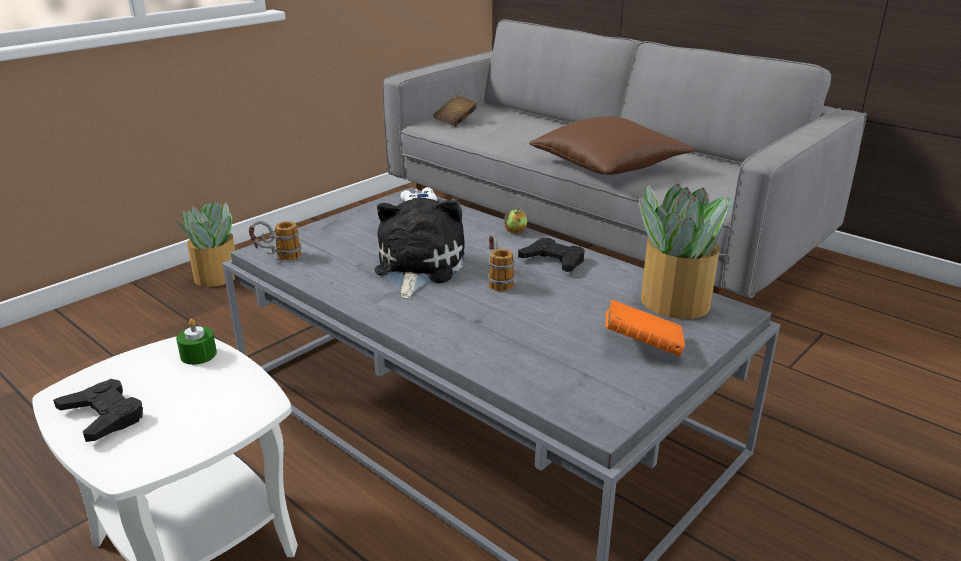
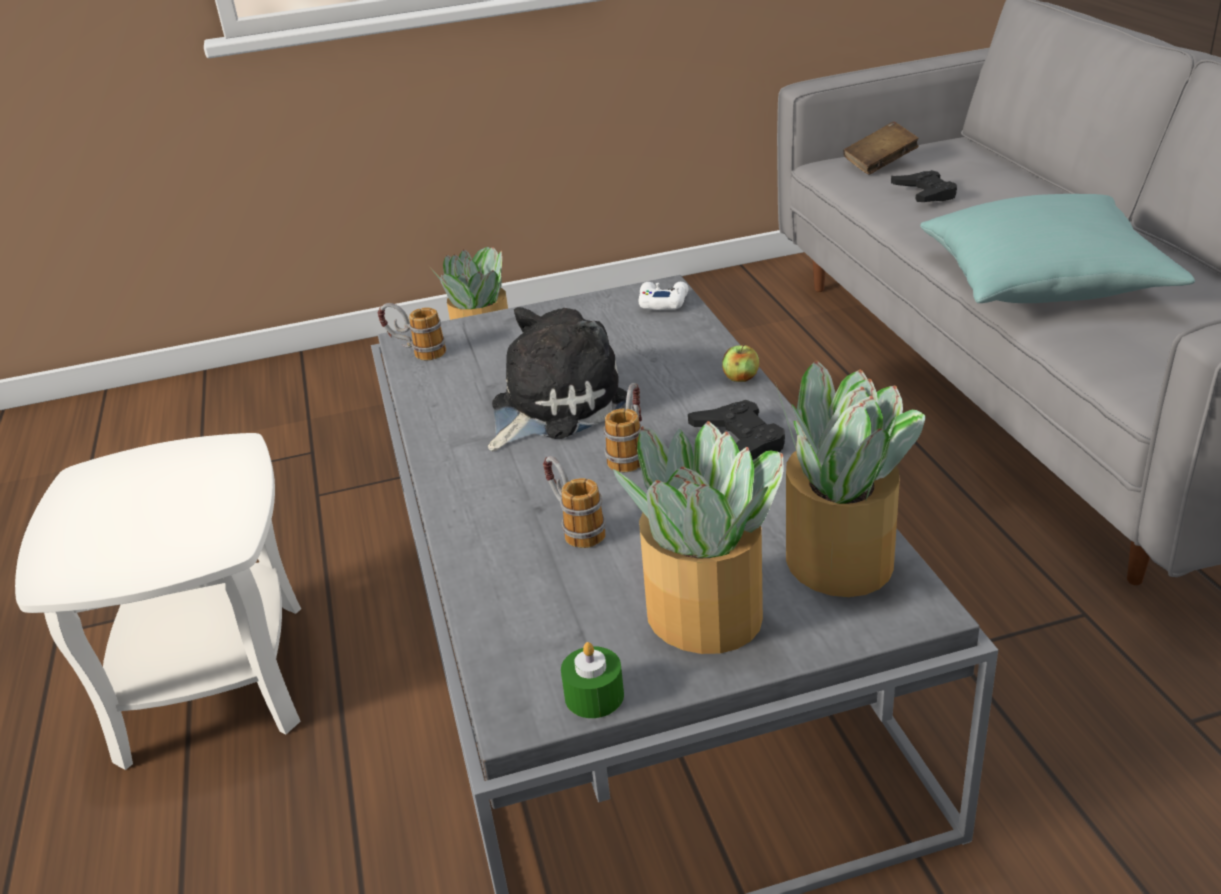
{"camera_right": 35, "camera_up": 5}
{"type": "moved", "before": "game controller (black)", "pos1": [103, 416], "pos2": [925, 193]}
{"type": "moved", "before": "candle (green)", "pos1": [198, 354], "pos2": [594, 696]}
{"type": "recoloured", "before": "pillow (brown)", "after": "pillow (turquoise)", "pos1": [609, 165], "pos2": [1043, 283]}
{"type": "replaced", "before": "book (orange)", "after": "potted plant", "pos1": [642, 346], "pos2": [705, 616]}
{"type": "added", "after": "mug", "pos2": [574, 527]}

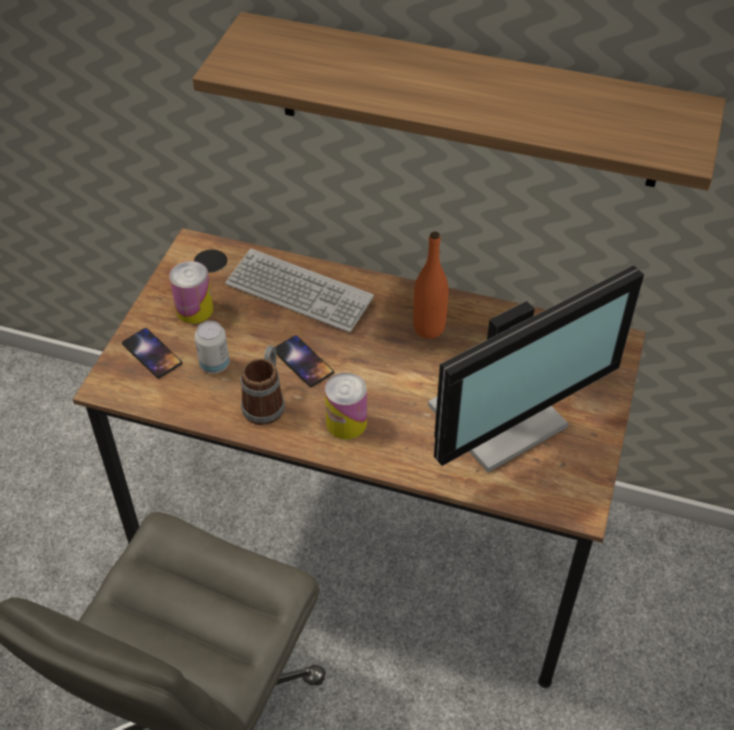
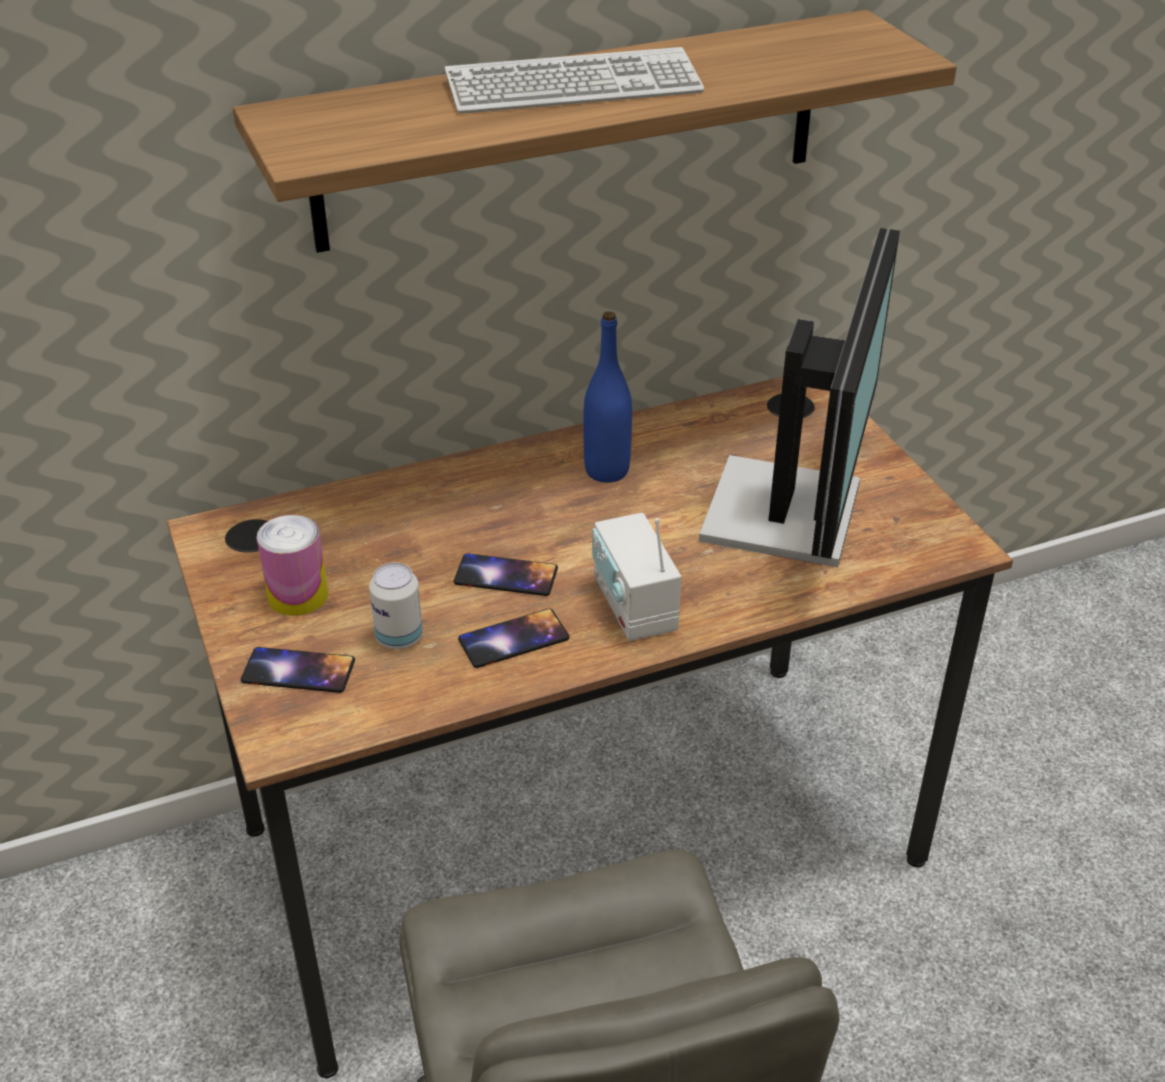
{"camera_right": -40, "camera_up": -10}
{"type": "moved", "before": "keyboard", "pos1": [299, 292], "pos2": [573, 86]}
{"type": "replaced", "before": "mug", "after": "phone", "pos1": [266, 401], "pos2": [513, 639]}
{"type": "replaced", "before": "can", "after": "radio", "pos1": [346, 423], "pos2": [633, 607]}
{"type": "recoloured", "before": "bottle (orange)", "after": "bottle (blue)", "pos1": [429, 328], "pos2": [607, 471]}

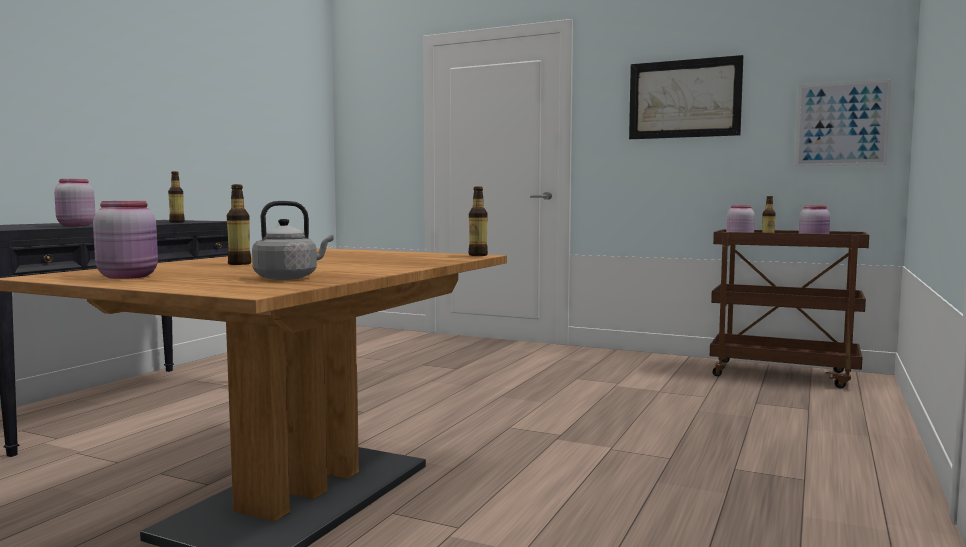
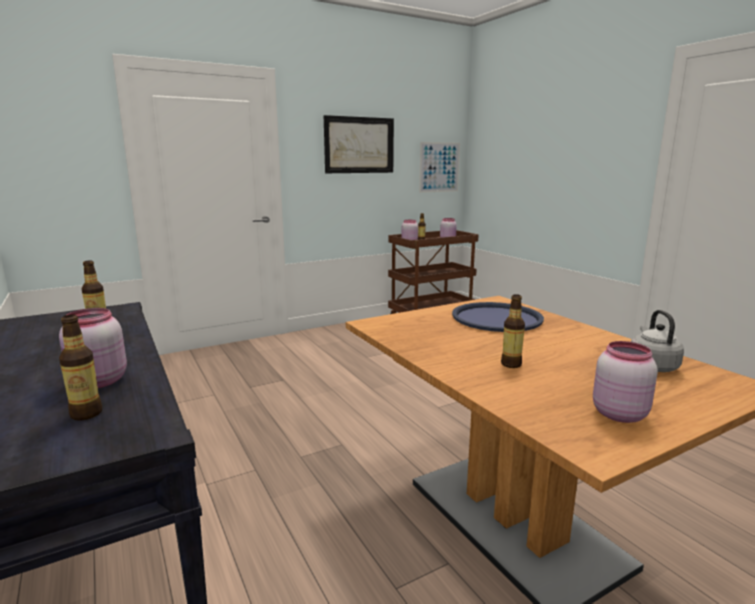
{"camera_right": -55, "camera_up": 10}
{"type": "moved", "before": "bottle", "pos1": [478, 255], "pos2": [86, 414]}
{"type": "added", "after": "tray (blue)", "pos2": [497, 318]}

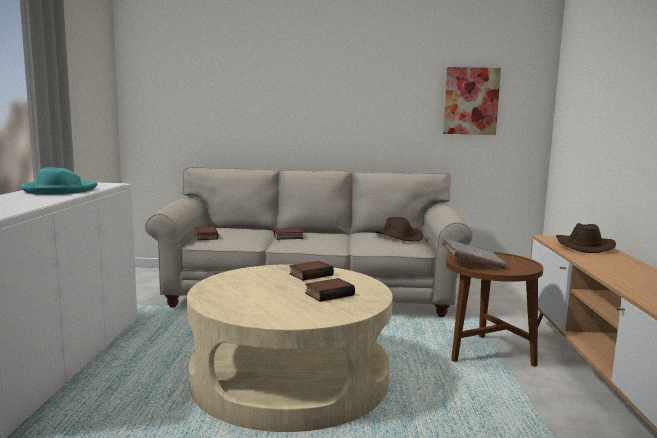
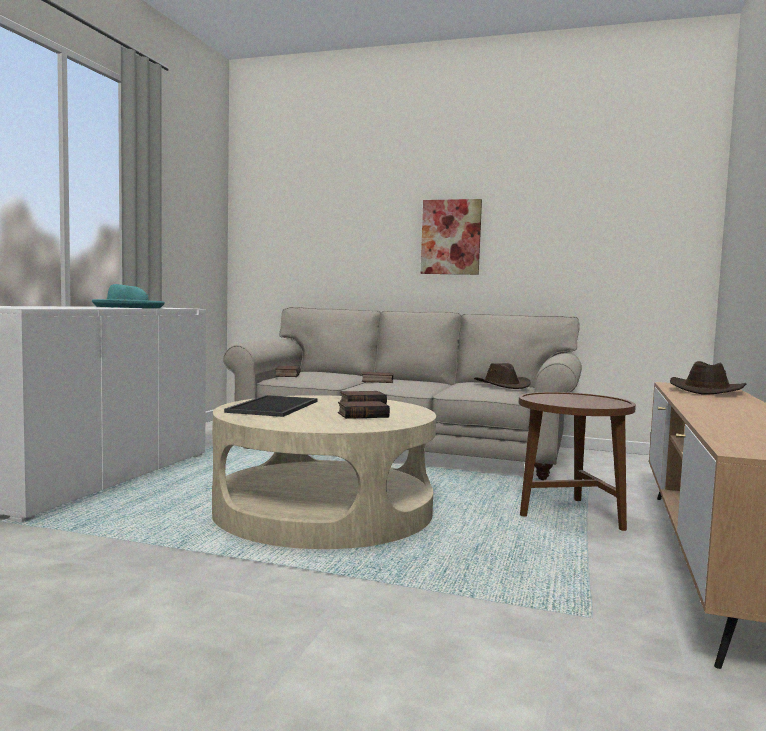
{"camera_right": 15, "camera_up": -5}
{"type": "removed", "before": "book (grey)", "pos1": [472, 264]}
{"type": "moved", "before": "picture", "pos1": [471, 101], "pos2": [451, 237]}
{"type": "added", "after": "tray", "pos2": [274, 407]}

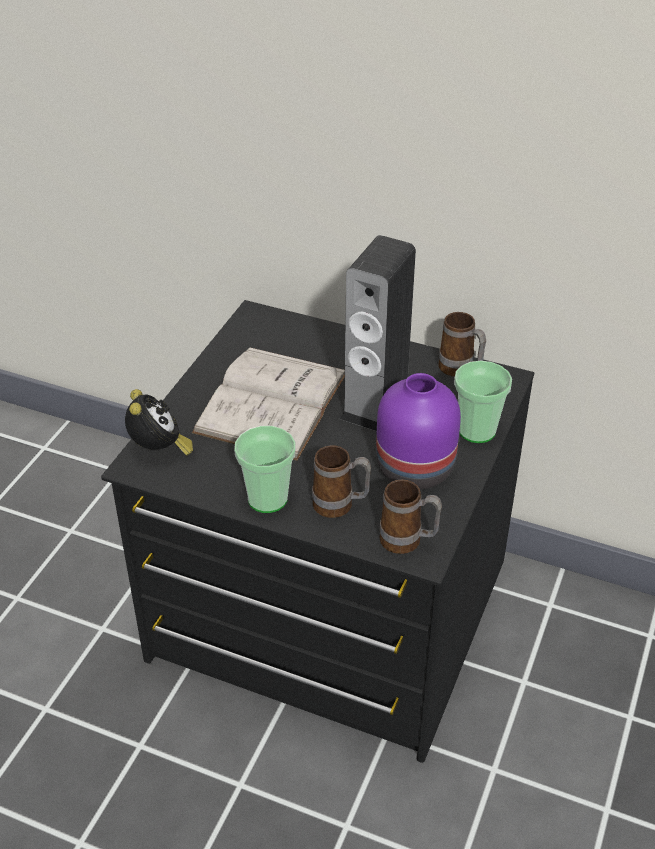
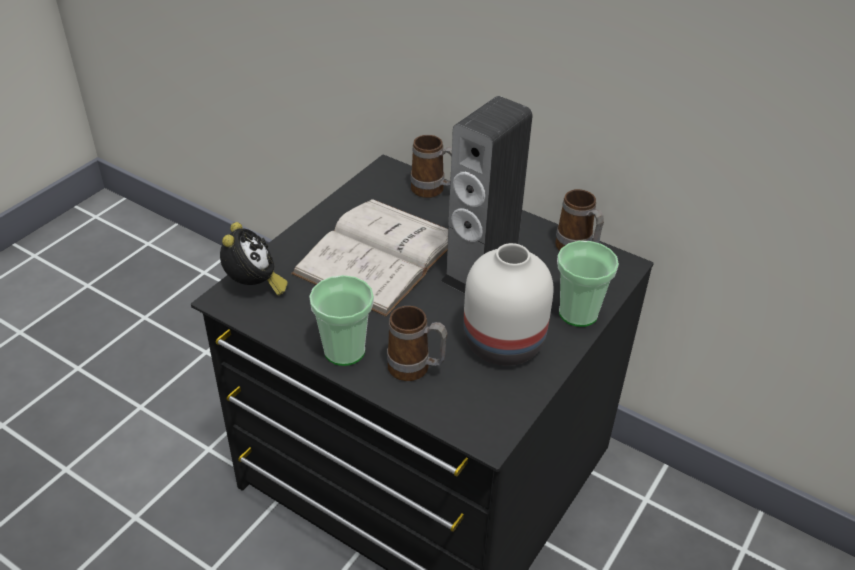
{"camera_right": 10, "camera_up": 0}
{"type": "recoloured", "before": "vase (purple)", "after": "vase (white)", "pos1": [417, 469], "pos2": [505, 344]}
{"type": "moved", "before": "mug", "pos1": [408, 542], "pos2": [433, 191]}

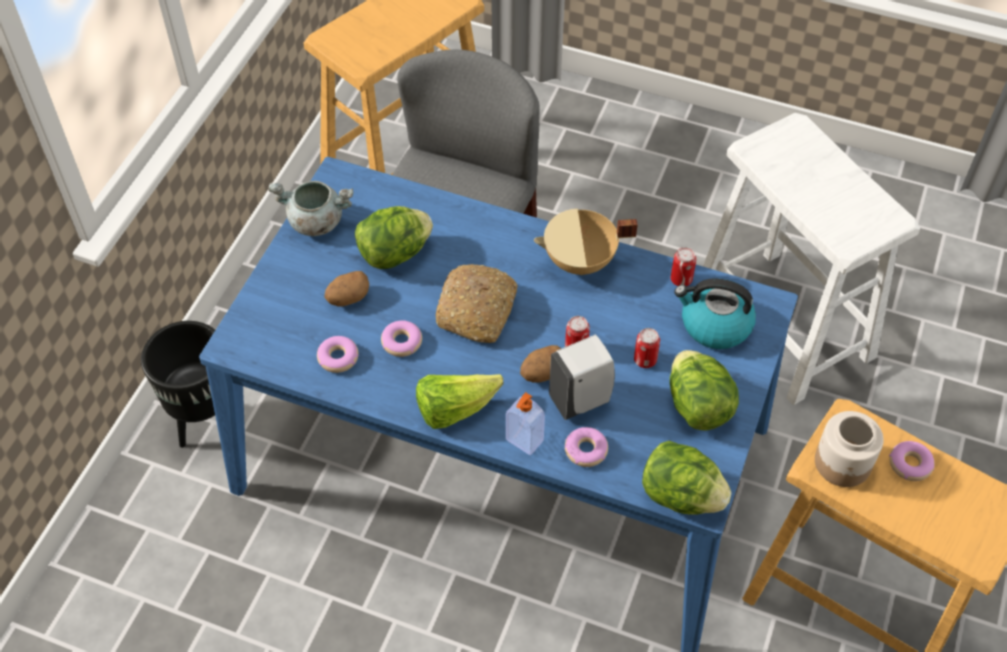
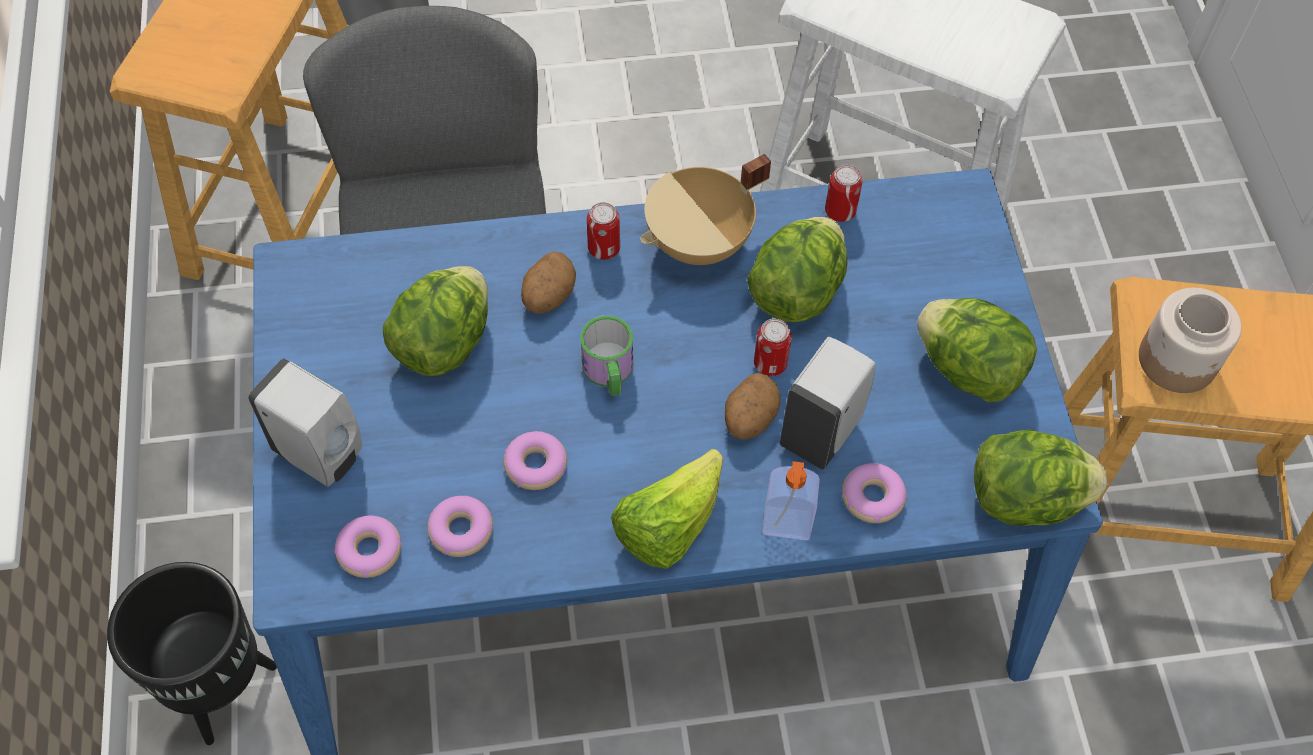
{"camera_right": -30, "camera_up": 5}
{"type": "removed", "before": "cooking pot (grey)", "pos1": [315, 222]}
{"type": "moved", "before": "potato", "pos1": [348, 298], "pos2": [548, 296]}
{"type": "replaced", "before": "bread", "after": "mug", "pos1": [477, 311], "pos2": [609, 373]}
{"type": "moved", "before": "can", "pos1": [645, 360], "pos2": [604, 248]}
{"type": "removed", "before": "kettle", "pos1": [714, 325]}
{"type": "moved", "before": "donut", "pos1": [910, 464], "pos2": [369, 550]}
{"type": "added", "after": "soap dispenser (white)", "pos2": [322, 456]}
{"type": "added", "after": "lettuce", "pos2": [796, 292]}

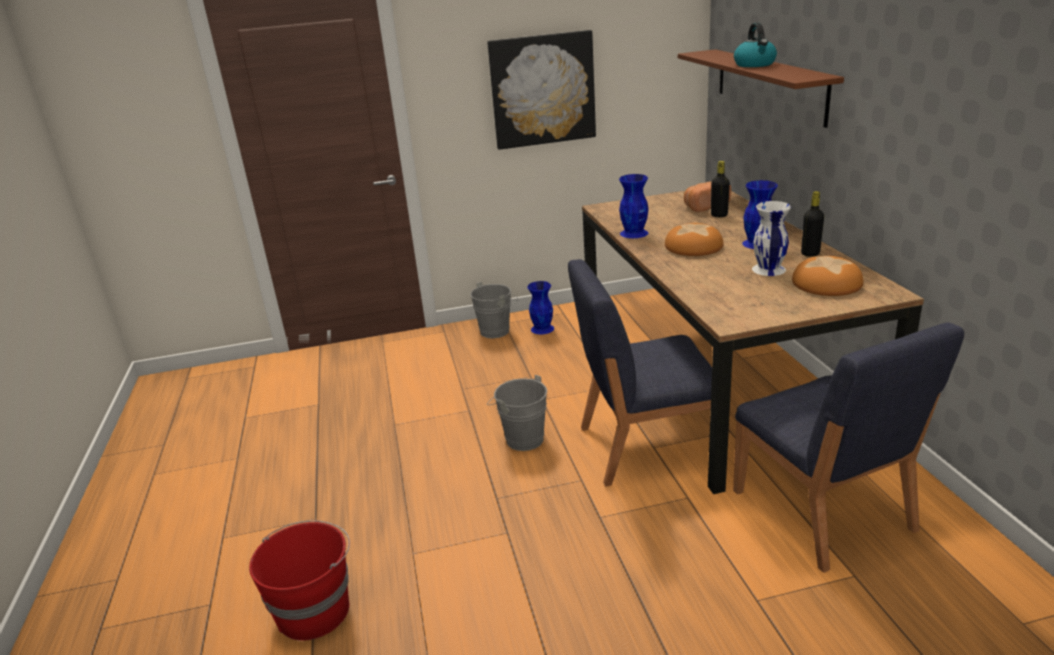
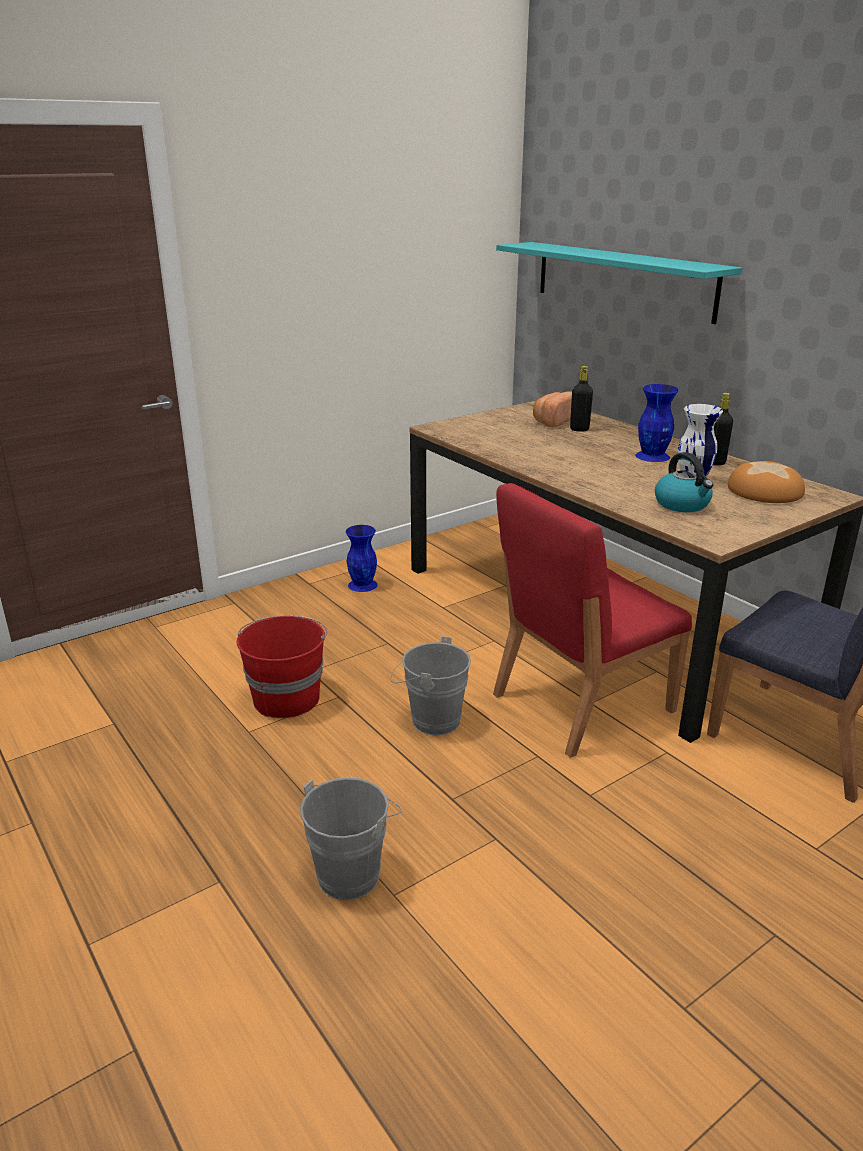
{"camera_right": -25, "camera_up": 0}
{"type": "moved", "before": "bucket (red)", "pos1": [315, 610], "pos2": [286, 698]}
{"type": "moved", "before": "bucket (grey)", "pos1": [497, 330], "pos2": [353, 871]}
{"type": "removed", "before": "picture", "pos1": [542, 90]}
{"type": "recoloured", "before": "chair (blue)", "after": "chair (red)", "pos1": [645, 446], "pos2": [580, 703]}
{"type": "removed", "before": "vase (blue)", "pos1": [634, 233]}
{"type": "removed", "before": "bread", "pos1": [694, 247]}
{"type": "recoloured", "before": "shelf (brown)", "after": "shelf (turquoise)", "pos1": [769, 85], "pos2": [622, 280]}
{"type": "moved", "before": "kettle", "pos1": [755, 65], "pos2": [682, 504]}

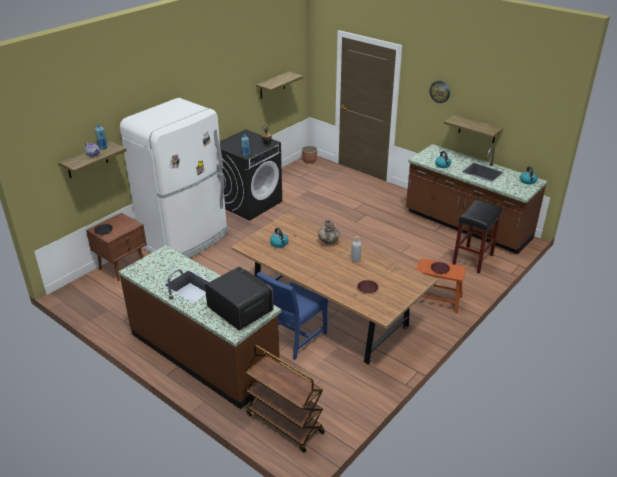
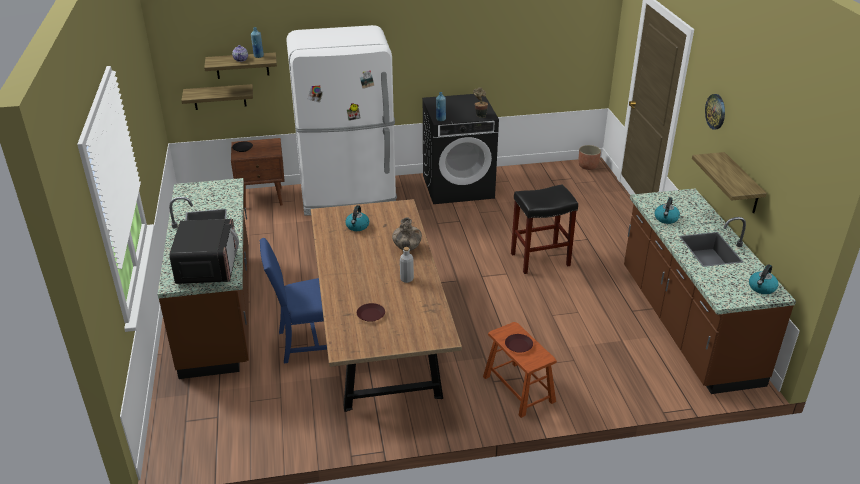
{"camera_right": 40, "camera_up": 0}
{"type": "removed", "before": "cart (brown)", "pos1": [284, 423]}
{"type": "moved", "before": "shelf", "pos1": [272, 85], "pos2": [219, 97]}
{"type": "moved", "before": "stool (black)", "pos1": [473, 260], "pos2": [539, 260]}

